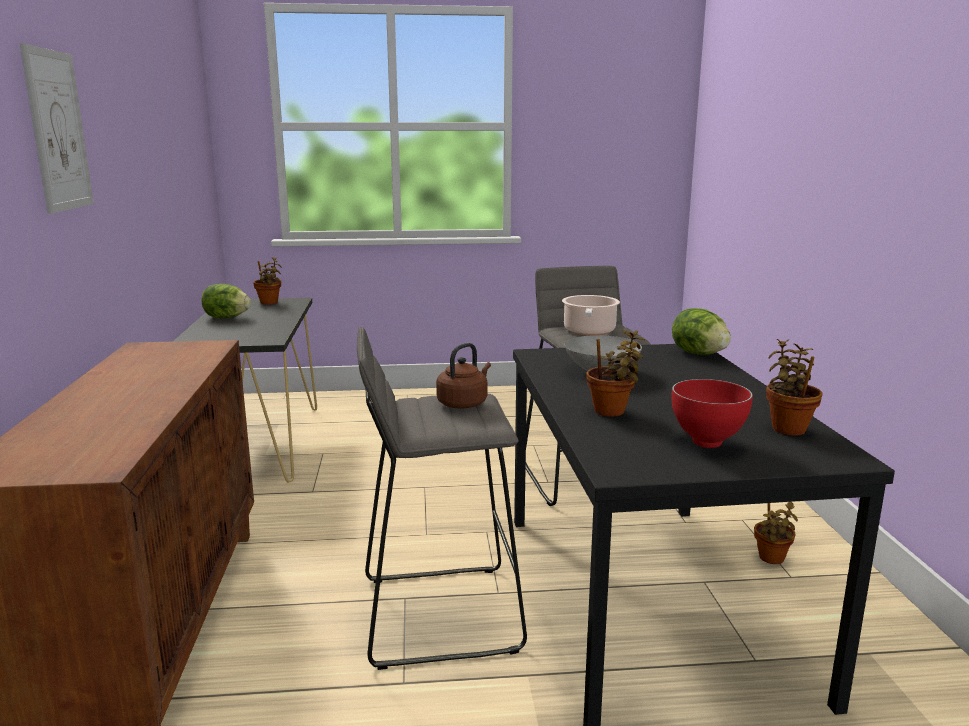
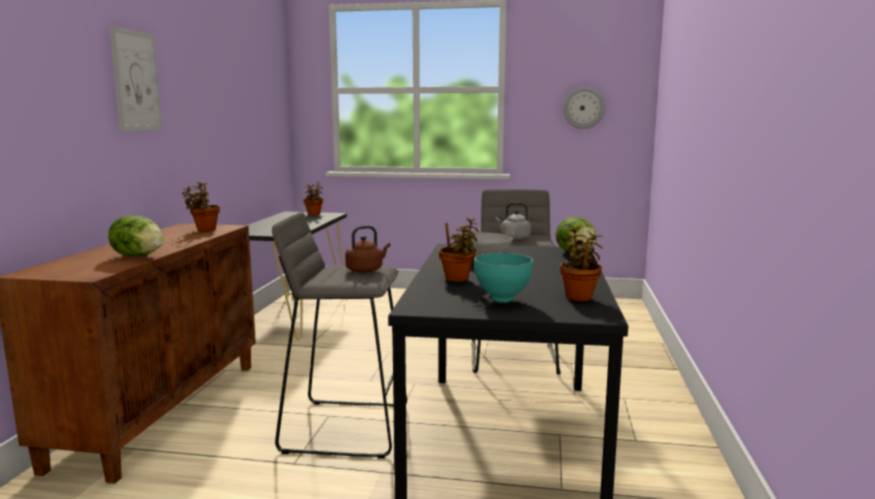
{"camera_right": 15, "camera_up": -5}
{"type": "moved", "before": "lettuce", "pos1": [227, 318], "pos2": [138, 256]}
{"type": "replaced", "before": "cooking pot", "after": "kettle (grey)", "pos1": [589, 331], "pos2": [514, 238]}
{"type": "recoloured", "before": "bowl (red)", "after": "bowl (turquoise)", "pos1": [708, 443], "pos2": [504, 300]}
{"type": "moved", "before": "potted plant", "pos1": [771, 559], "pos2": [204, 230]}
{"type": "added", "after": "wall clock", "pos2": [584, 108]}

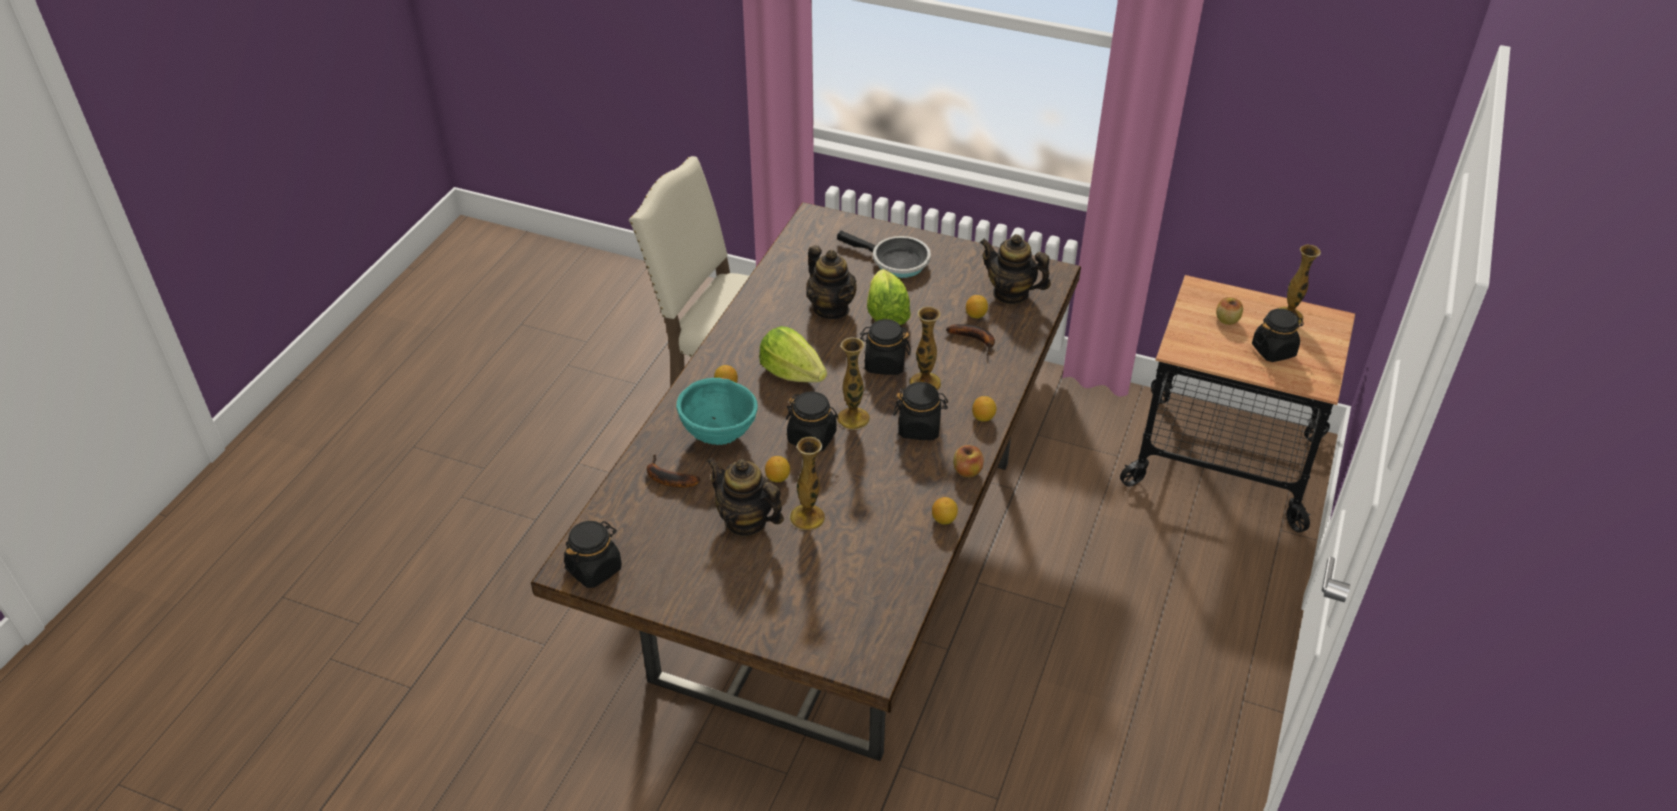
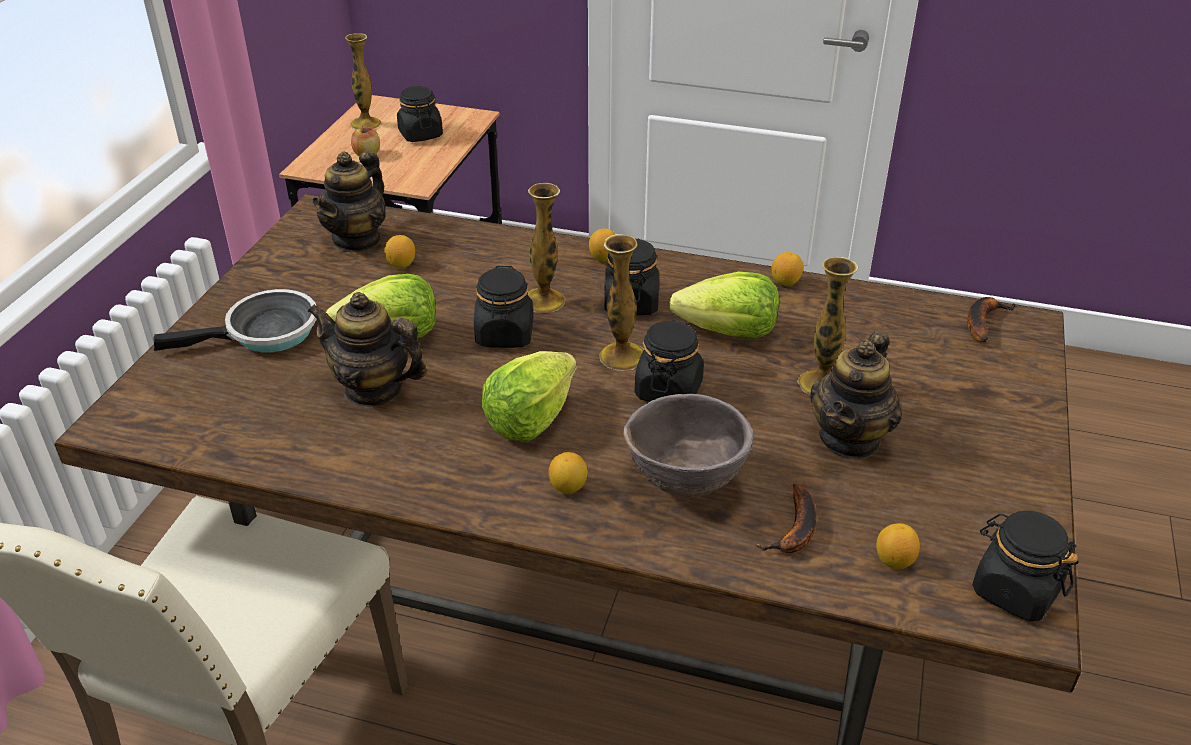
{"camera_right": -95, "camera_up": -5}
{"type": "recoloured", "before": "bowl (turquoise)", "after": "bowl (brown)", "pos1": [719, 436], "pos2": [685, 483]}
{"type": "moved", "before": "lemon", "pos1": [778, 478], "pos2": [894, 560]}
{"type": "turned", "before": "teapot", "pos1": [831, 308], "pos2": [373, 389], "turn": -120}
{"type": "turned", "before": "frying pan", "pos1": [895, 262], "pos2": [265, 333], "turn": 45}
{"type": "moved", "before": "banana", "pos1": [975, 340], "pos2": [982, 321]}
{"type": "removed", "before": "apple", "pos1": [967, 471]}
{"type": "added", "after": "lettuce", "pos2": [728, 332]}

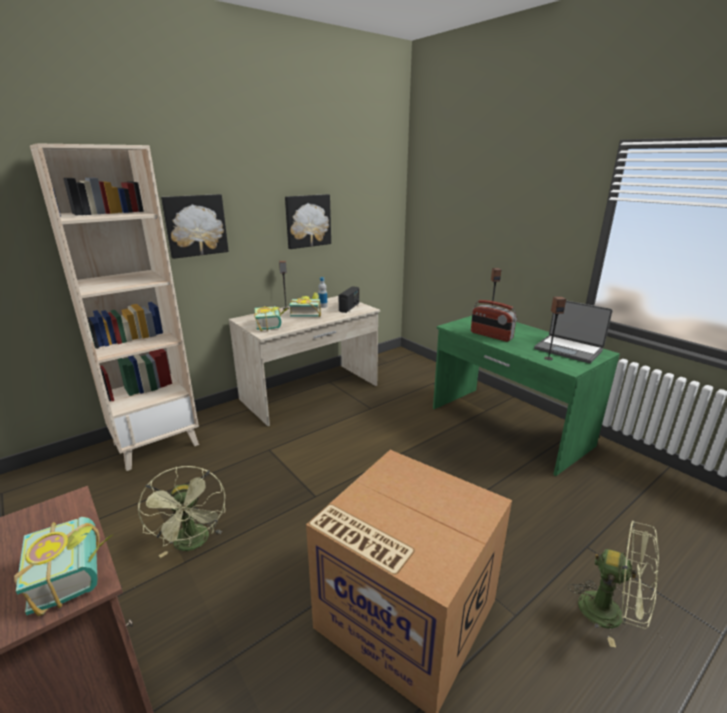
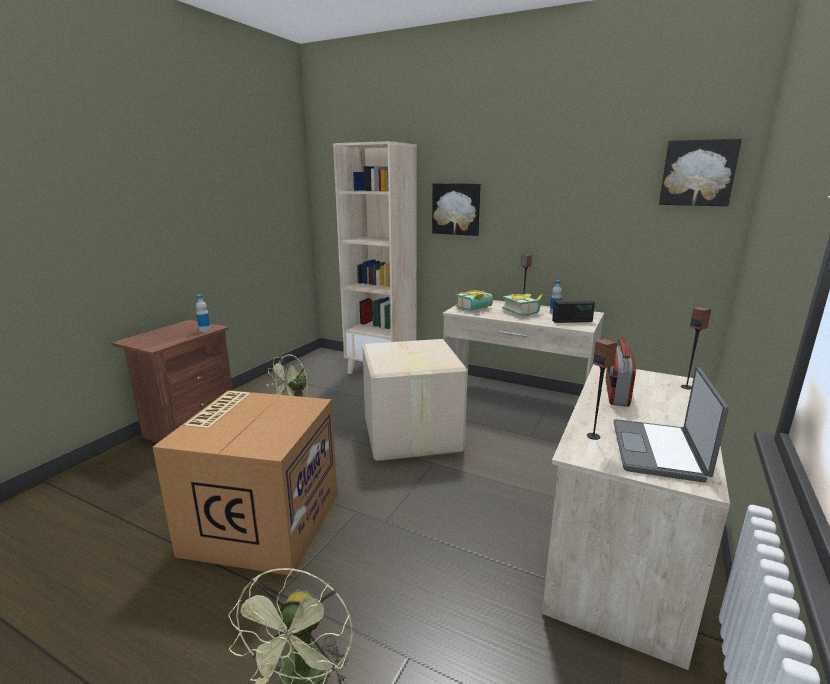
{"camera_right": 65, "camera_up": -5}
{"type": "removed", "before": "book", "pos1": [77, 572]}
{"type": "moved", "before": "picture", "pos1": [307, 221], "pos2": [698, 173]}
{"type": "recoloured", "before": "desk (green)", "after": "desk (beige)", "pos1": [507, 426], "pos2": [620, 548]}
{"type": "added", "after": "bottle", "pos2": [204, 330]}
{"type": "added", "after": "cardboard box", "pos2": [410, 435]}

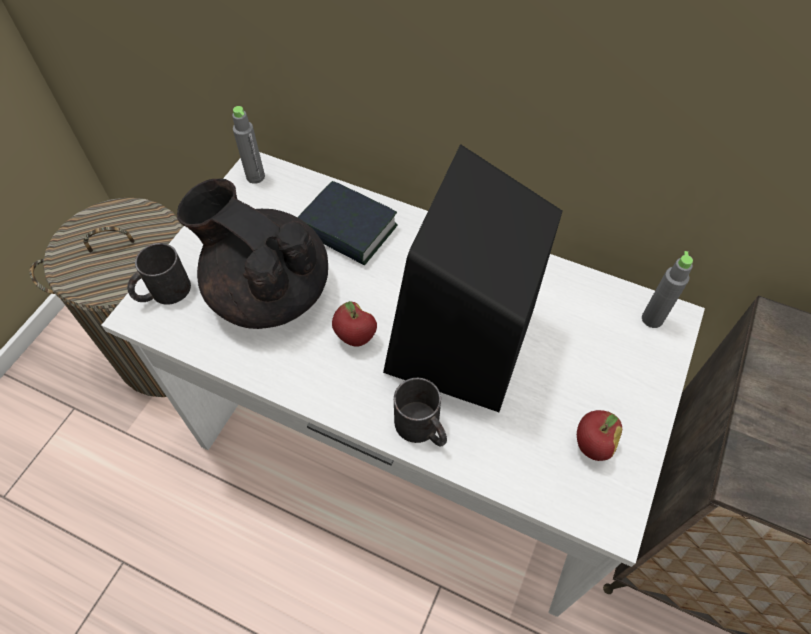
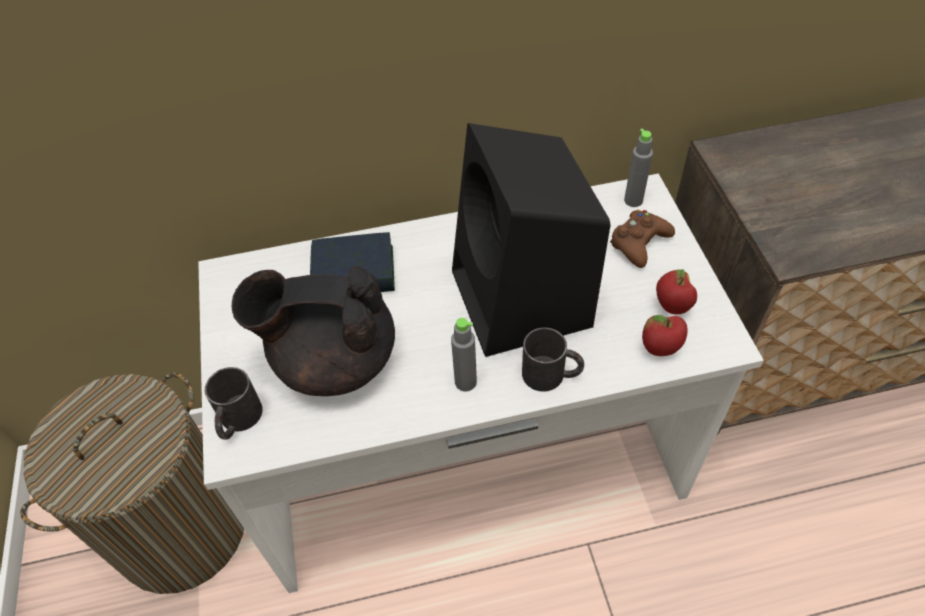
{"camera_right": -35, "camera_up": -5}
{"type": "moved", "before": "bottle (grey)", "pos1": [255, 177], "pos2": [465, 382]}
{"type": "moved", "before": "apple", "pos1": [355, 337], "pos2": [660, 349]}
{"type": "added", "after": "game controller (brown)", "pos2": [639, 243]}

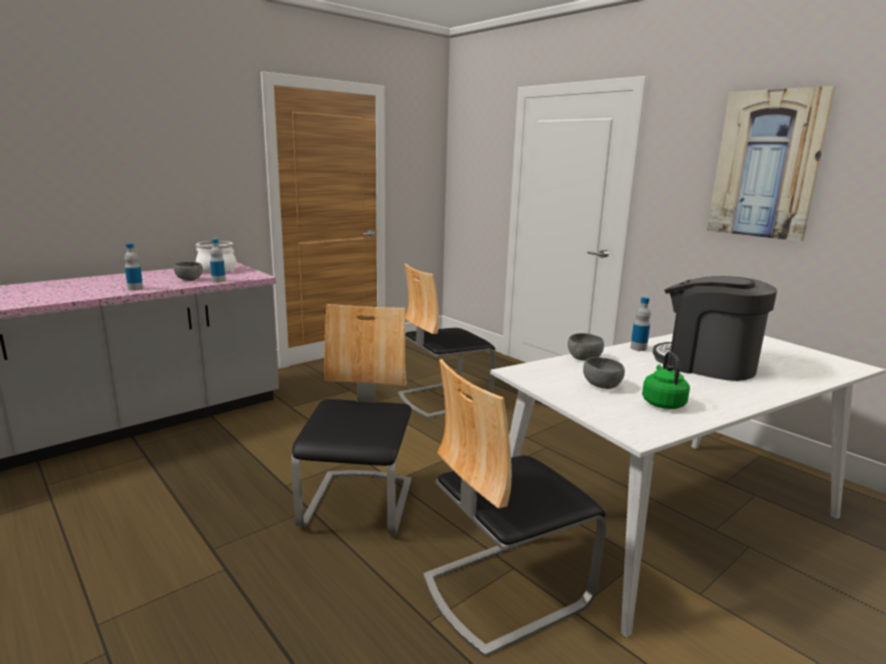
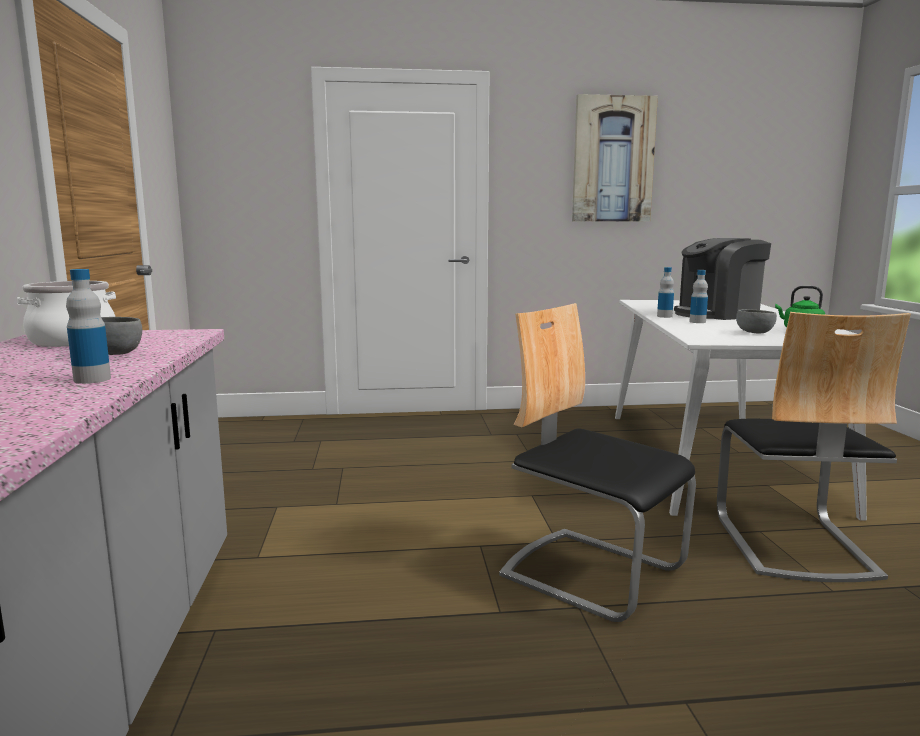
{"camera_right": -55, "camera_up": -5}
{"type": "moved", "before": "bottle", "pos1": [218, 281], "pos2": [697, 322]}
{"type": "removed", "before": "chair", "pos1": [443, 398]}
{"type": "removed", "before": "bowl (grey)", "pos1": [584, 359]}

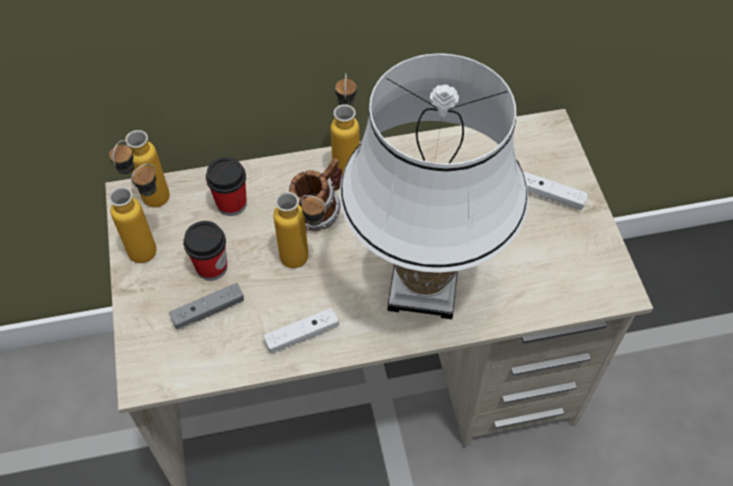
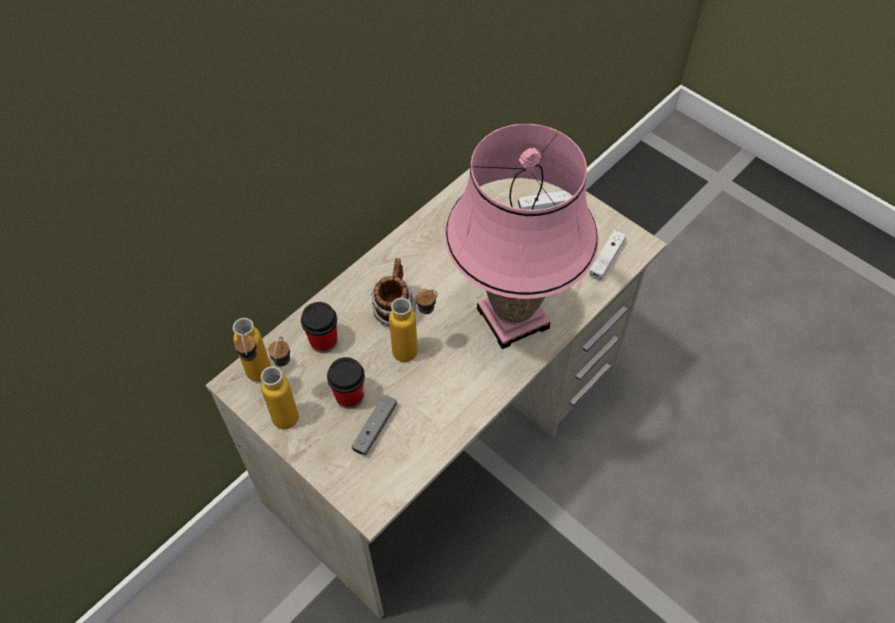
{"camera_right": -35, "camera_up": 0}
{"type": "moved", "before": "game controller (white)", "pos1": [302, 335], "pos2": [606, 259]}
{"type": "removed", "before": "bottle", "pos1": [346, 163]}
{"type": "recoloured", "before": "table lamp (white)", "after": "table lamp (pink)", "pos1": [424, 287], "pos2": [513, 317]}

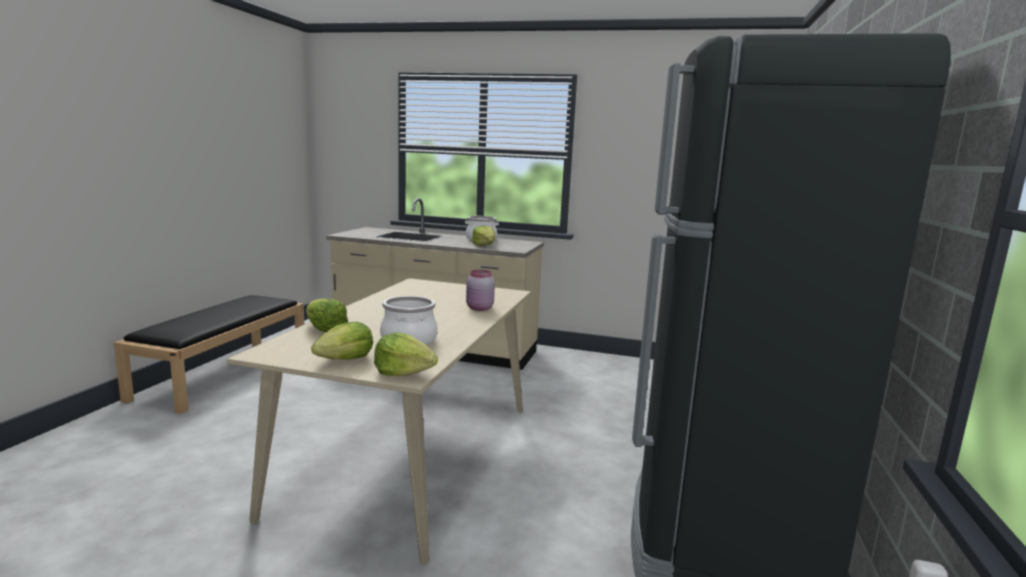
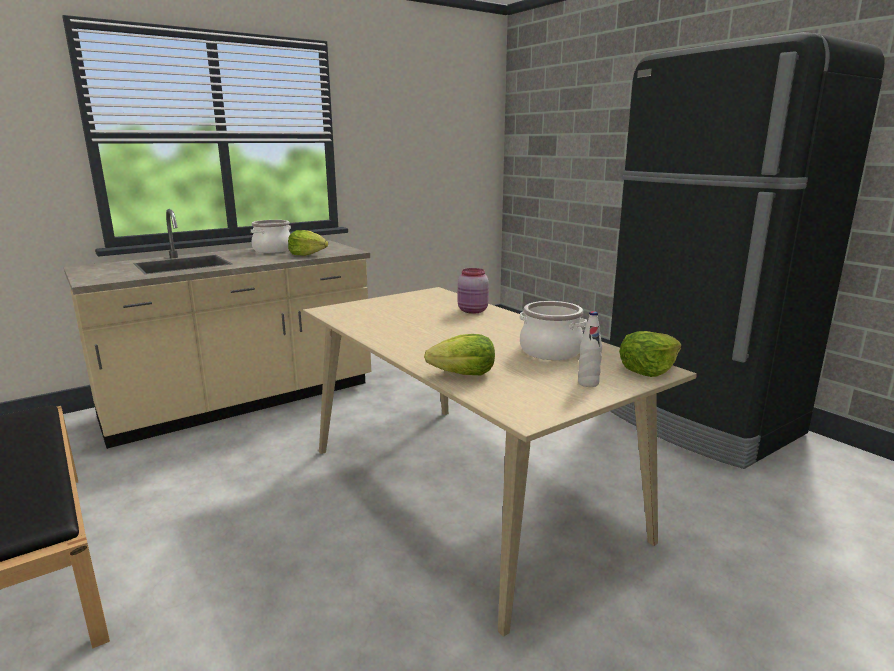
{"camera_right": -50, "camera_up": 5}
{"type": "replaced", "before": "lettuce", "after": "bottle (white)", "pos1": [345, 359], "pos2": [588, 383]}

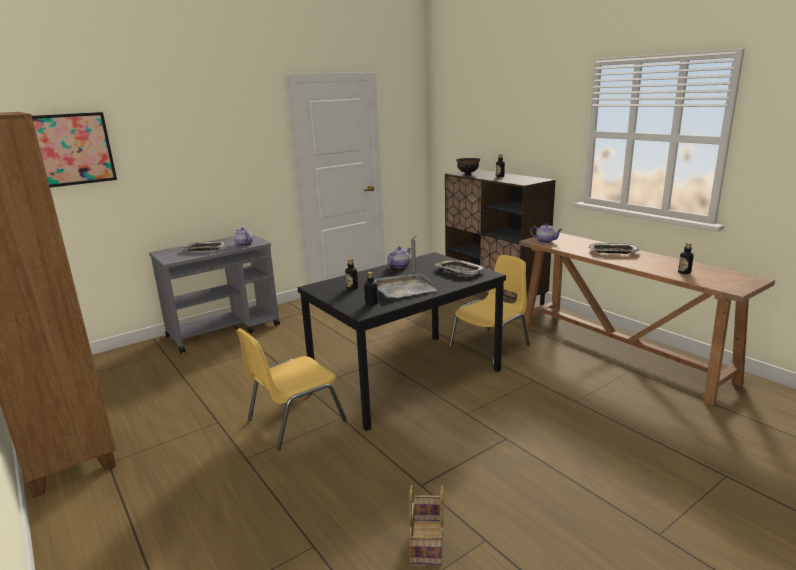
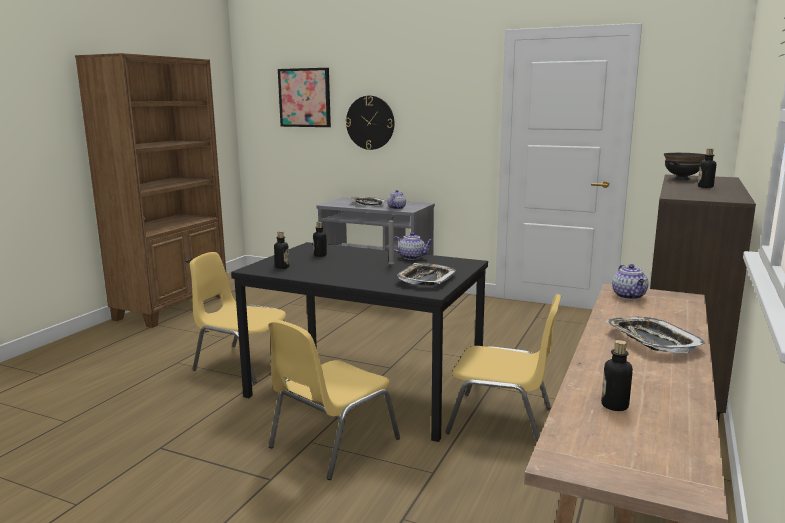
{"camera_right": 60, "camera_up": -5}
{"type": "removed", "before": "tray (grey)", "pos1": [403, 289]}
{"type": "removed", "before": "basket", "pos1": [428, 543]}
{"type": "added", "after": "chair (yellow)", "pos2": [332, 443]}
{"type": "added", "after": "wall clock", "pos2": [370, 122]}

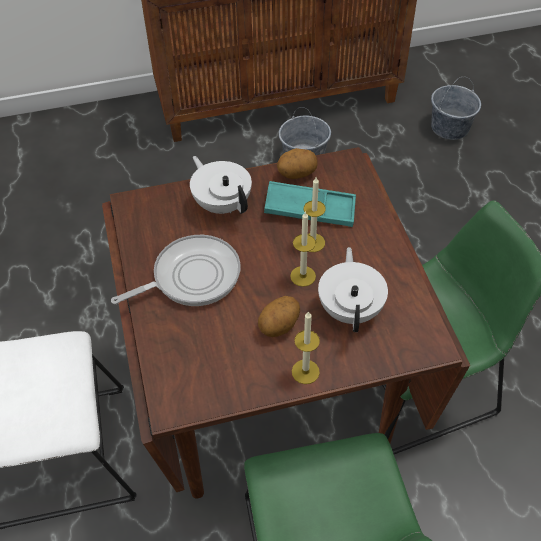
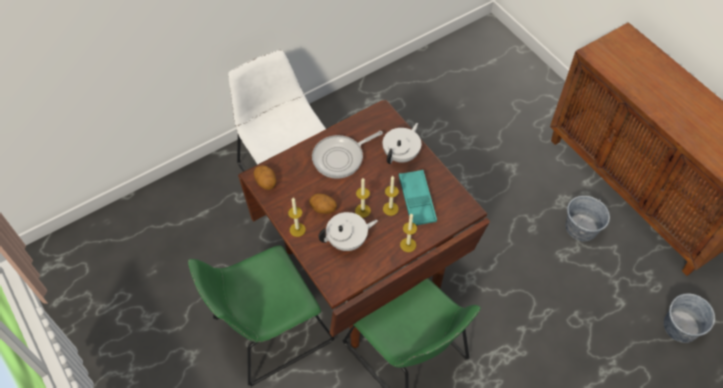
{"camera_right": 70, "camera_up": 5}
{"type": "turned", "before": "frying pan", "pos1": [191, 277], "pos2": [341, 158], "turn": 105}
{"type": "moved", "before": "potato", "pos1": [297, 174], "pos2": [266, 182]}
{"type": "added", "after": "candle", "pos2": [408, 245]}

